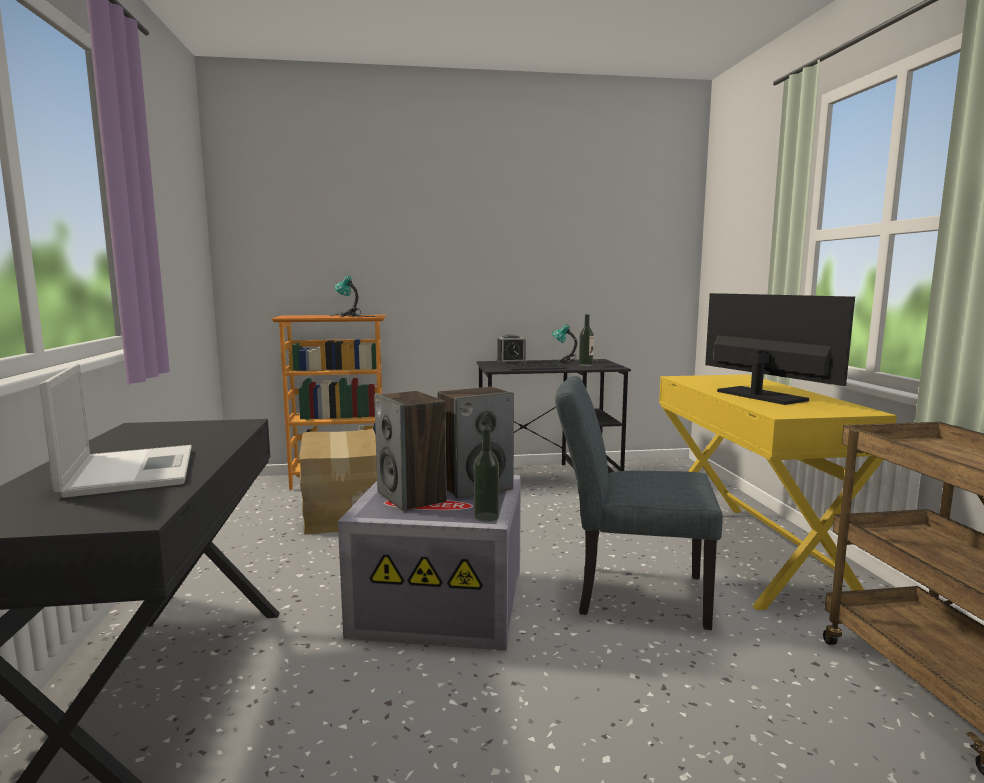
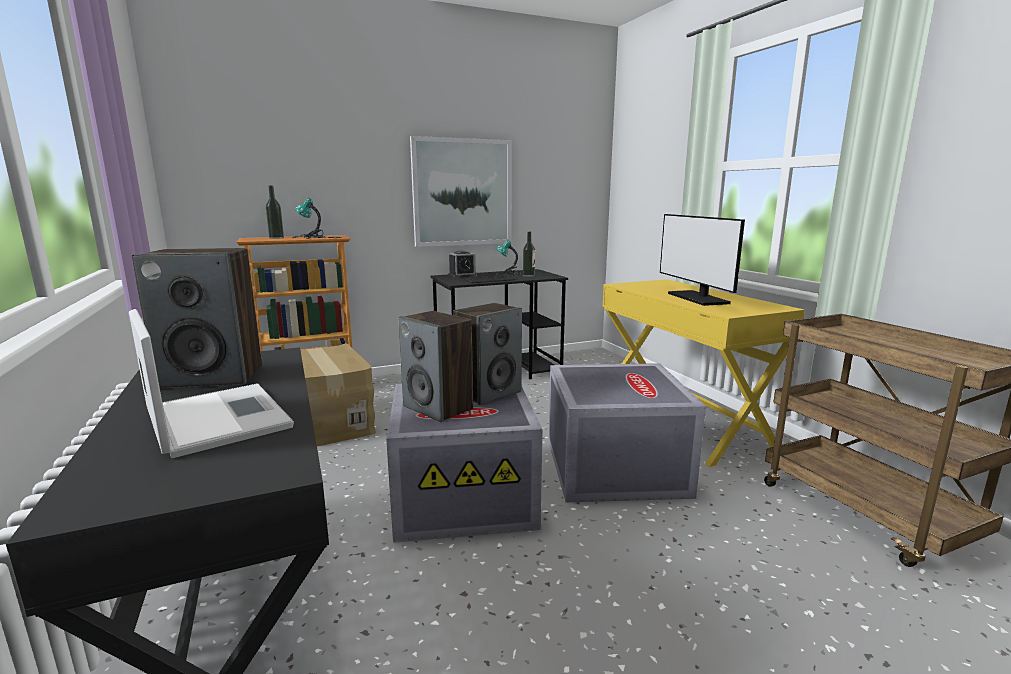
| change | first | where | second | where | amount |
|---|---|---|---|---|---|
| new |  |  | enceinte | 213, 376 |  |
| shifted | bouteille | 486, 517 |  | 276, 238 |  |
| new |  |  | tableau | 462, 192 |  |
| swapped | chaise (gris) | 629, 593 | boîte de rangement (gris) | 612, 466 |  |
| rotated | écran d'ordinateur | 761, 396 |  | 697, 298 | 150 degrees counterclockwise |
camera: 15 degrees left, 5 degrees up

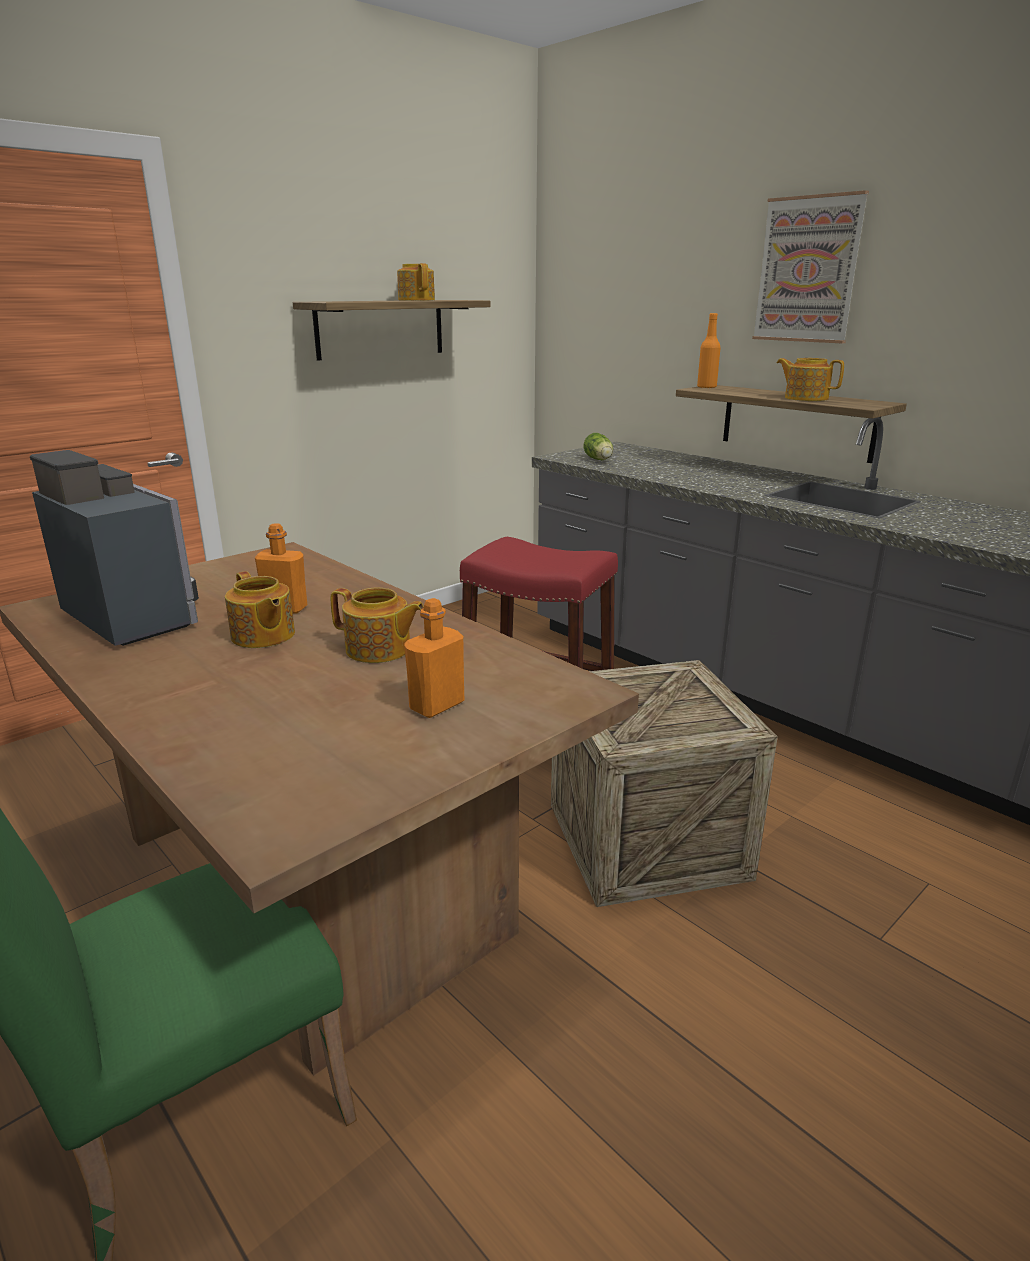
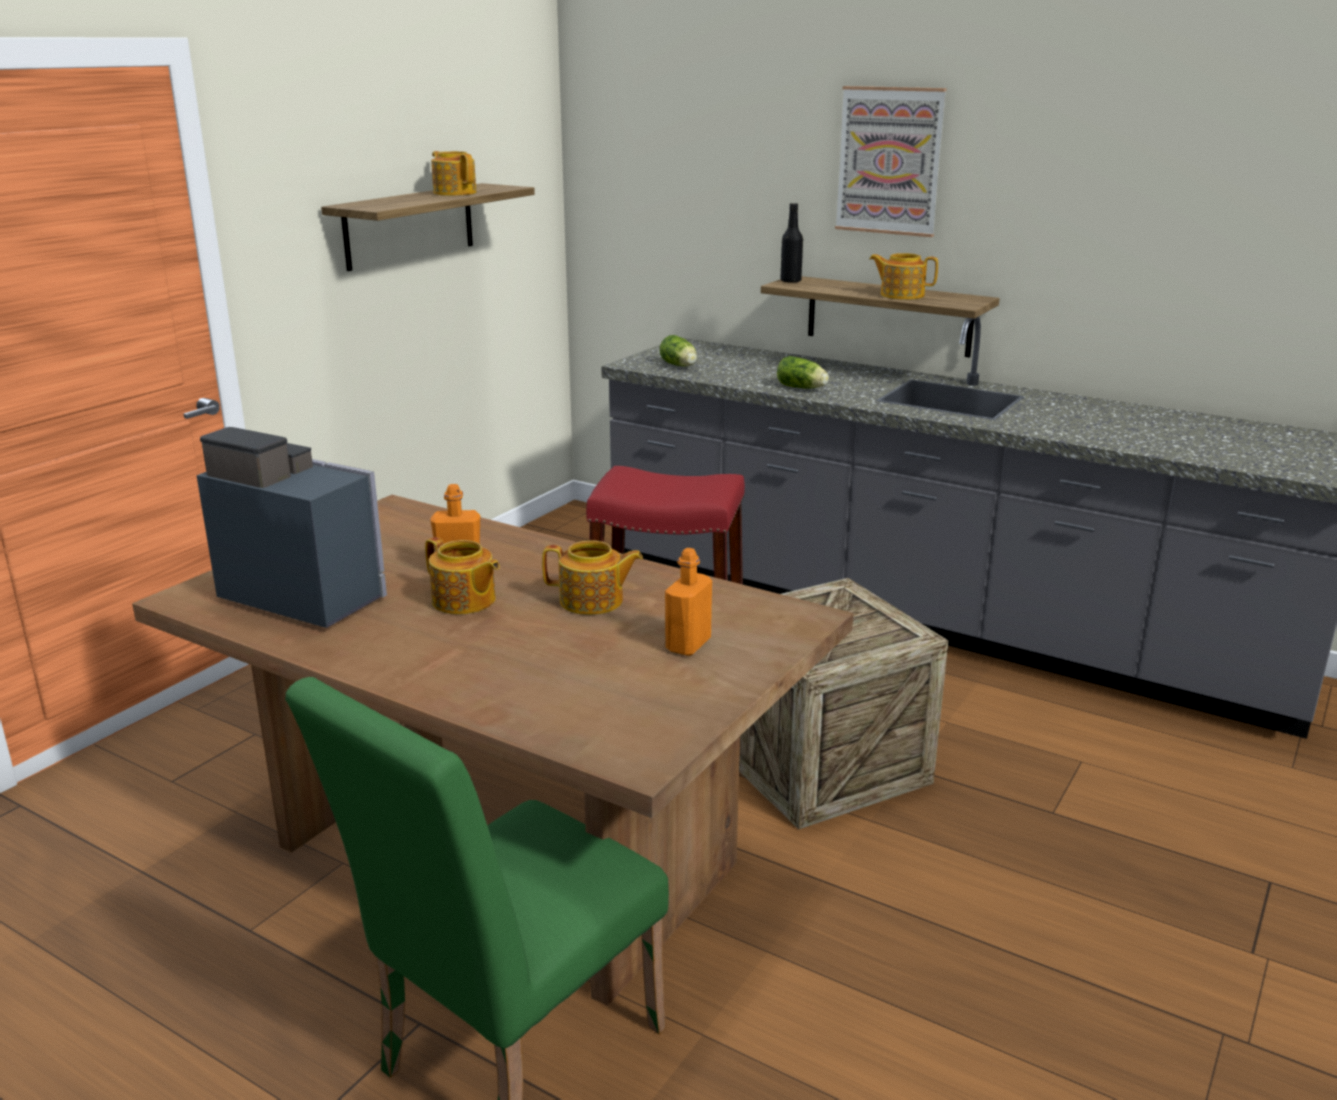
| change | first | where | second | where | amount |
|---|---|---|---|---|---|
| new |  |  | laitue | 803, 388 |  |
| repainted | bouteille (orange) | 706, 387 | bouteille (noir) | 790, 281 |  |
camera: 15 degrees left, 0 degrees up

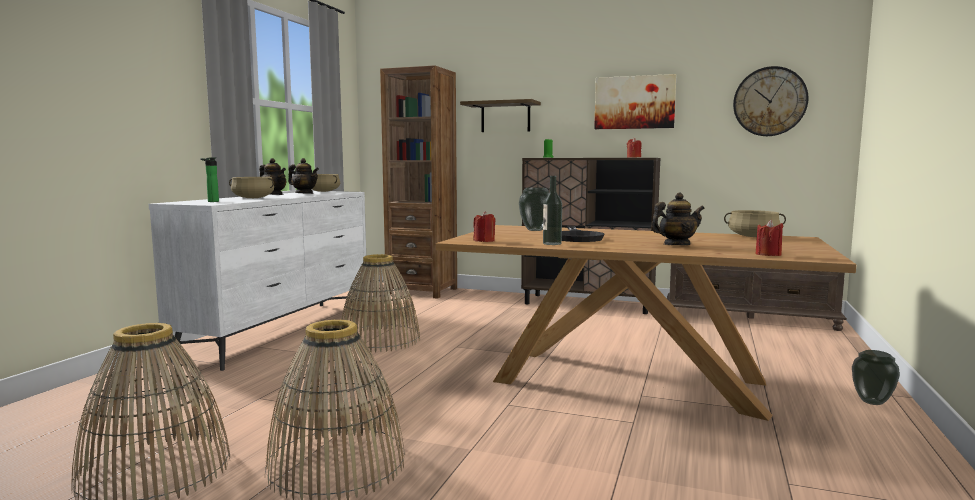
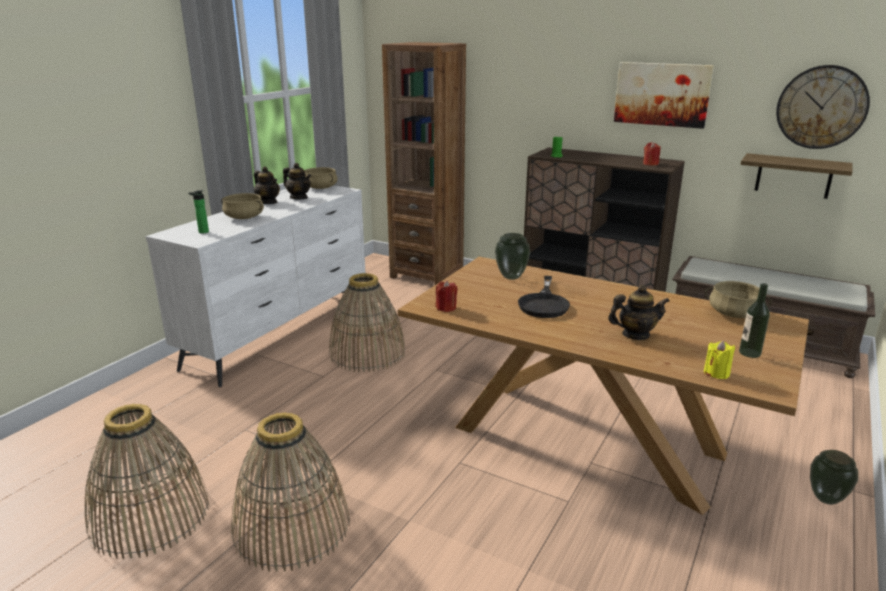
| change | first | where | second | where | amount |
|---|---|---|---|---|---|
| repainted | bougie (rouge) | 768, 255 | bougie (jaune) | 716, 373 |  |
| shifted | bouteille | 552, 243 |  | 749, 353 |  |
| shifted | étagère | 505, 117 |  | 793, 176 |  |
camera: 10 degrees right, 15 degrees up

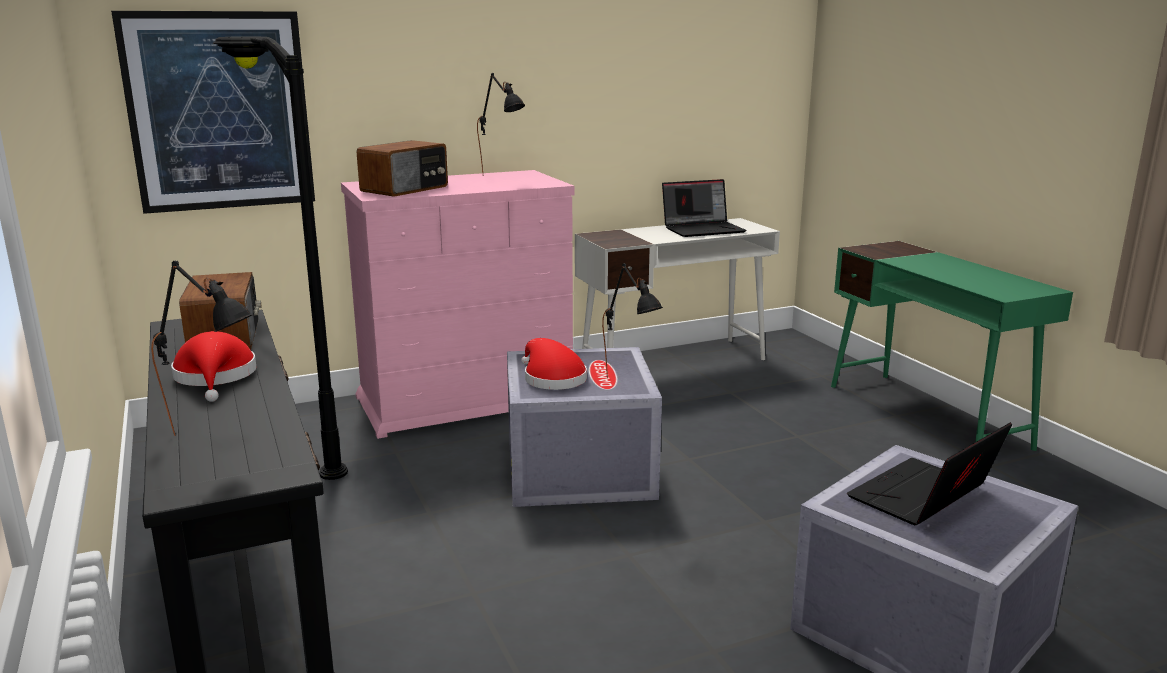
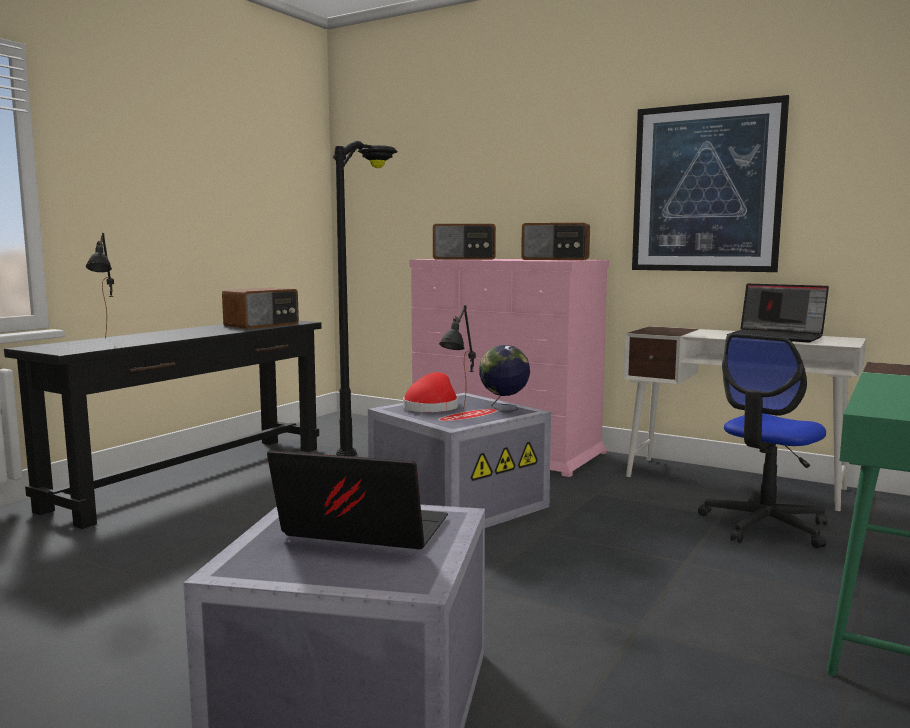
| change | first | where | second | where | amount |
|---|---|---|---|---|---|
| new |  |  | globe | 504, 409 |  |
| swapped | lampe de table (noir) | 502, 177 | radio | 556, 259 |  |
| shifted | tableau | 219, 112 |  | 706, 188 |  |
| new |  |  | chaise de bureau | 765, 526 |  |
| gone | chapeau (rouge) | 216, 377 |  |  |  |
camera: 55 degrees right, 10 degrees down

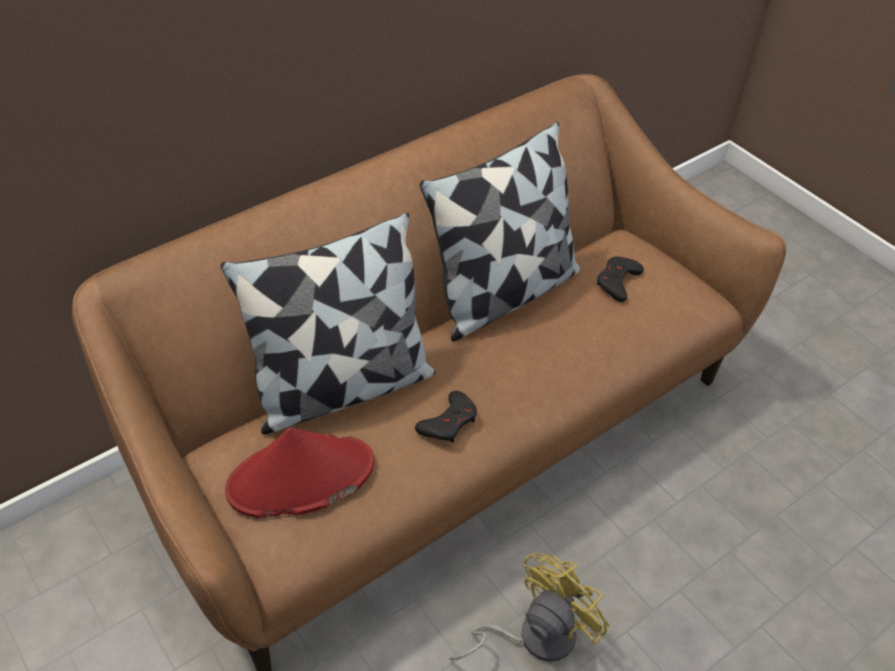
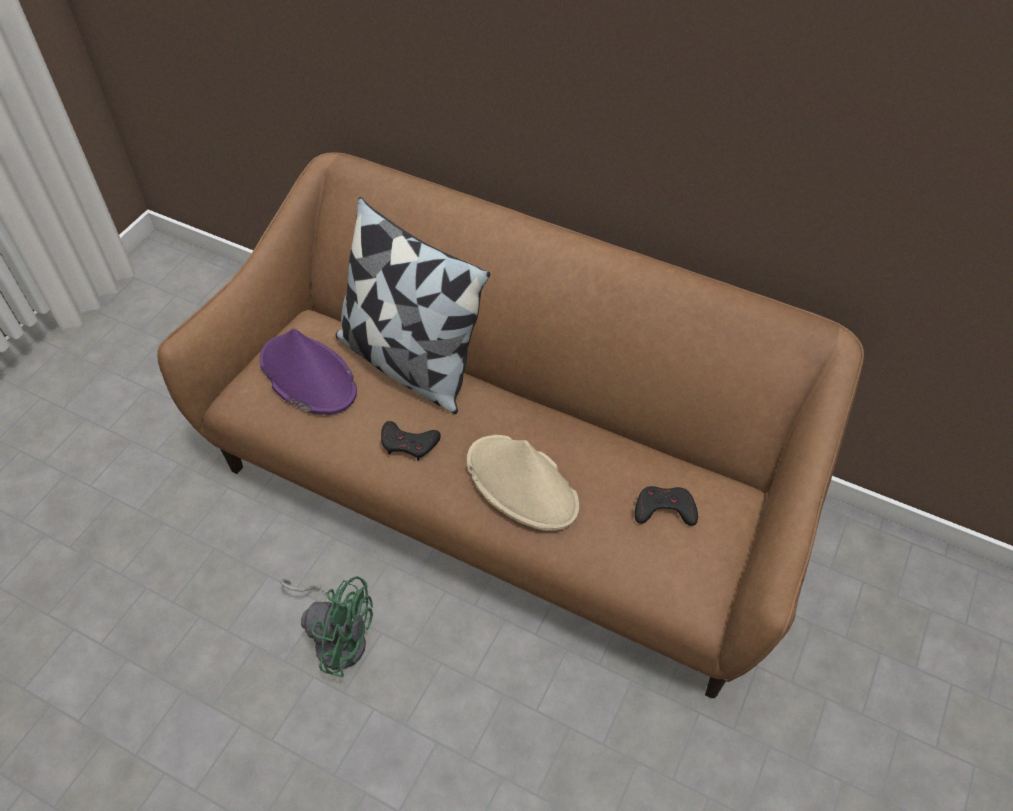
| change | first | where | second | where | amount |
|---|---|---|---|---|---|
| repainted | chapeau (rouge) | 300, 477 | chapeau (violet) | 307, 376 |  |
| repainted | ventilateur (jaune) | 534, 636 | ventilateur (vert) | 337, 636 |  |
| new |  |  | chapeau (beige) | 522, 484 |  |
| gone | coussin | 503, 293 |  |  |  |
camera: 65 degrees right, 5 degrees up

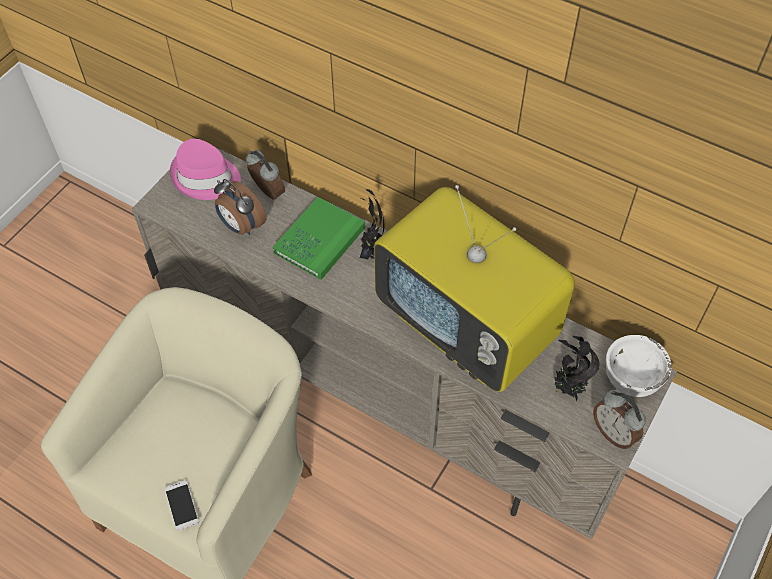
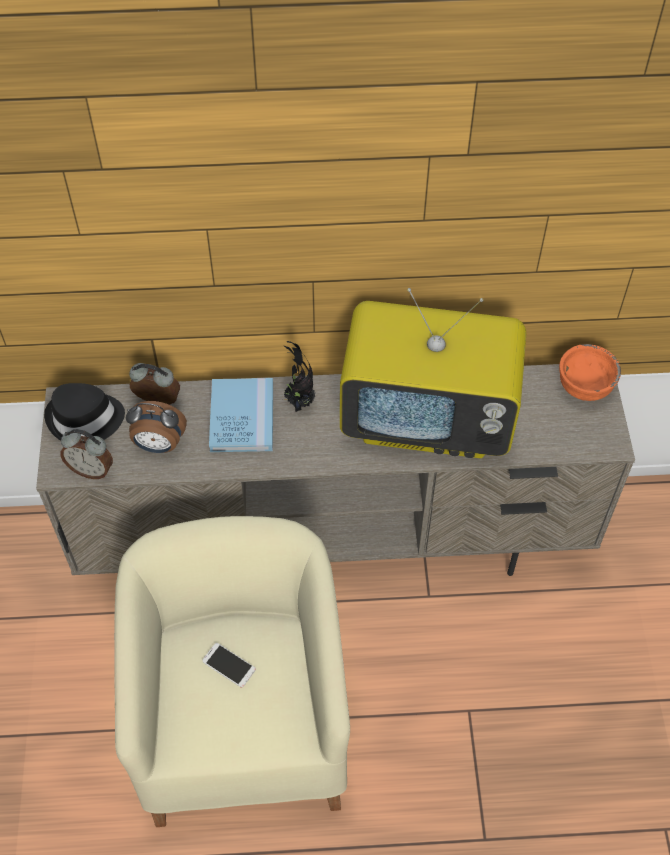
| change | first | where | second | where | amount |
|---|---|---|---|---|---|
| repainted | chapeau (rose) | 205, 177 | chapeau (noir) | 85, 419 |  |
| shifted | réveil | 614, 432 |  | 91, 469 |  |
| shifted | téléphone | 181, 505 |  | 229, 665 |  |
| repainted | livre (vert) | 319, 240 | livre (bleu) | 242, 417 |  |
| repainted | bol (blanc) | 632, 379 | bol (orange) | 585, 387 |  |
| gone | plante en pot | 567, 388 |  |  |  |
camera: 35 degrees left, 0 degrees up

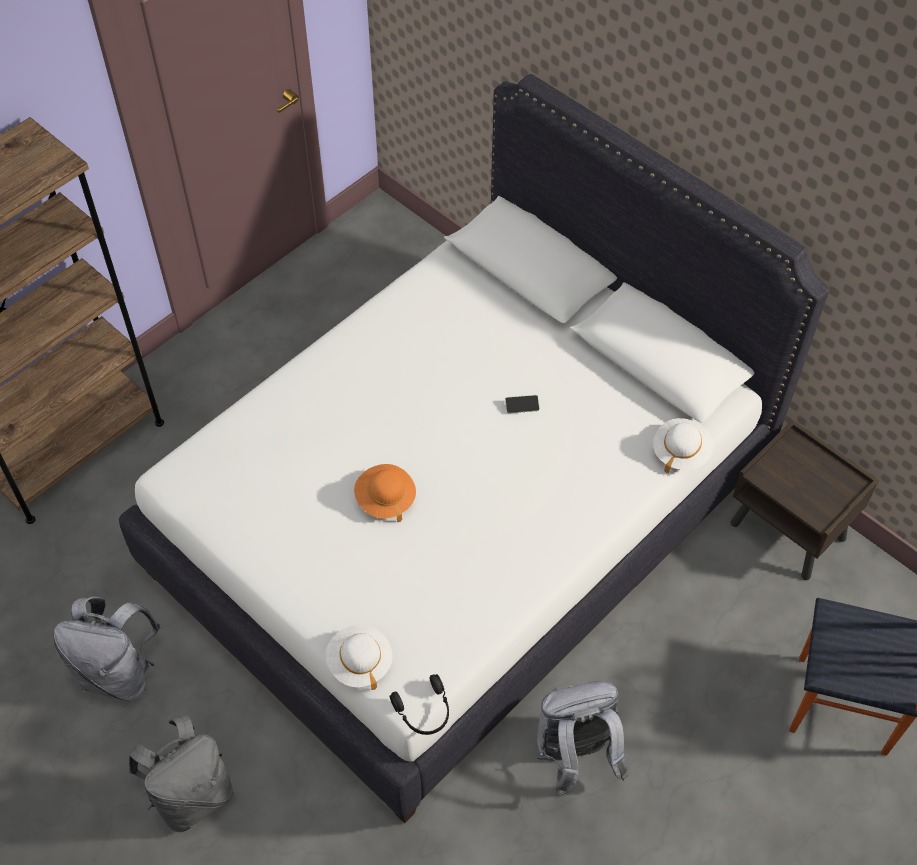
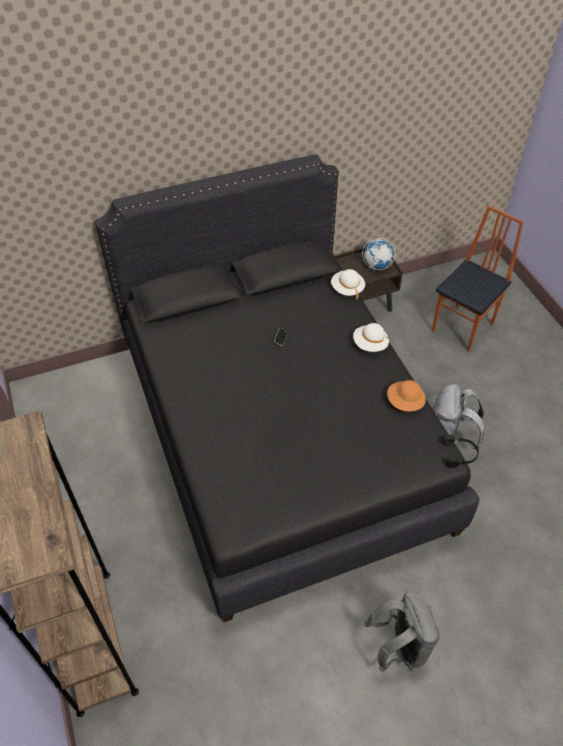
| change | first | where | second | where | amount |
|---|---|---|---|---|---|
| repainted | lit (blanc) | 458, 520 | lit (noir) | 280, 435 |  |
| shifted | chapeau (blanc) | 359, 662 |  | 370, 344 |  |
| new |  |  | globe | 376, 265 |  |
| shifted | chapeau (orange) | 385, 499 |  | 405, 402 |  |
| gone | sac à dos (gris) | 119, 672 |  |  |  |
camera: 65 degrees left, 5 degrees down

